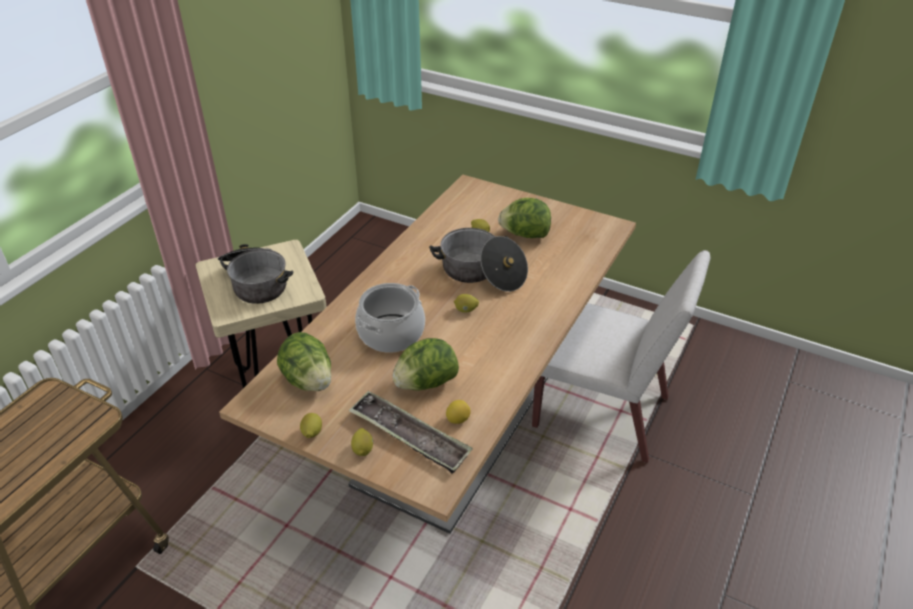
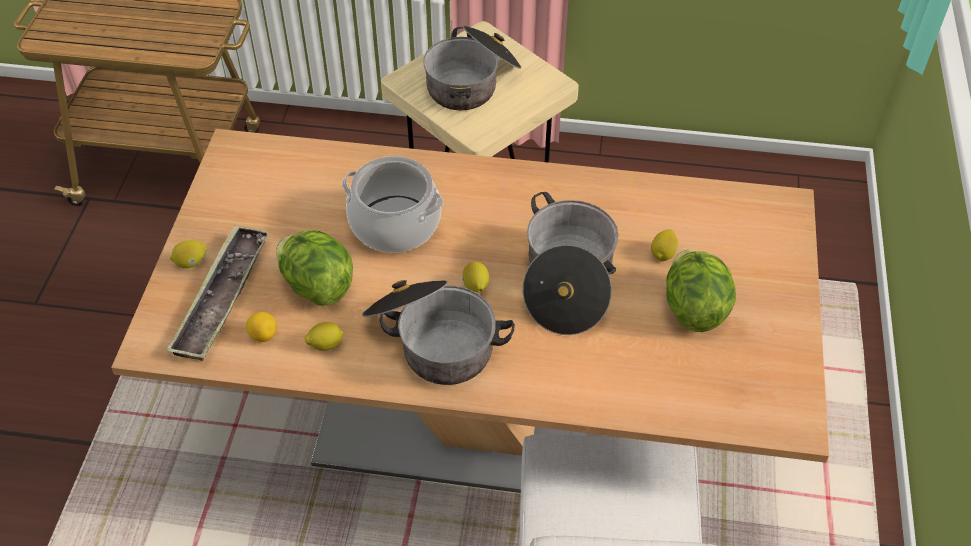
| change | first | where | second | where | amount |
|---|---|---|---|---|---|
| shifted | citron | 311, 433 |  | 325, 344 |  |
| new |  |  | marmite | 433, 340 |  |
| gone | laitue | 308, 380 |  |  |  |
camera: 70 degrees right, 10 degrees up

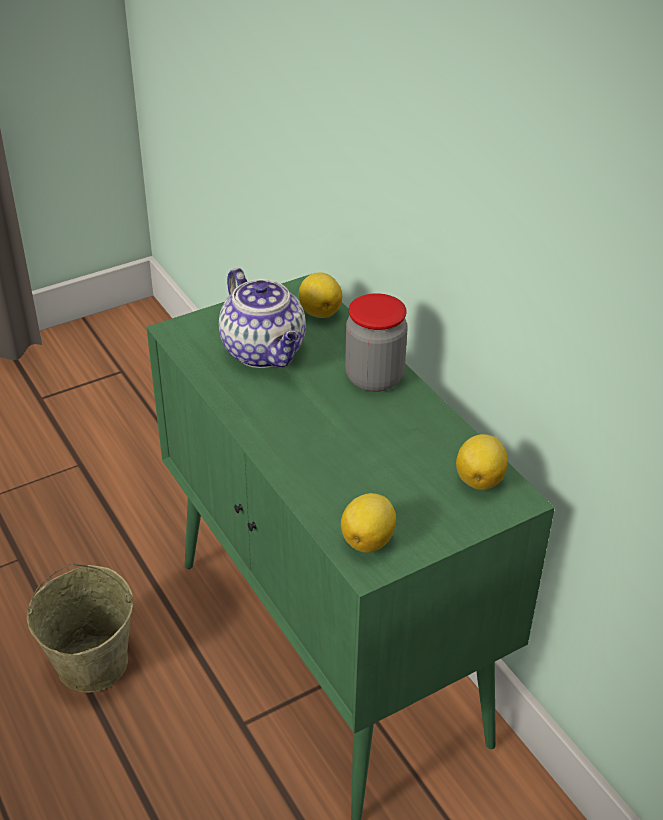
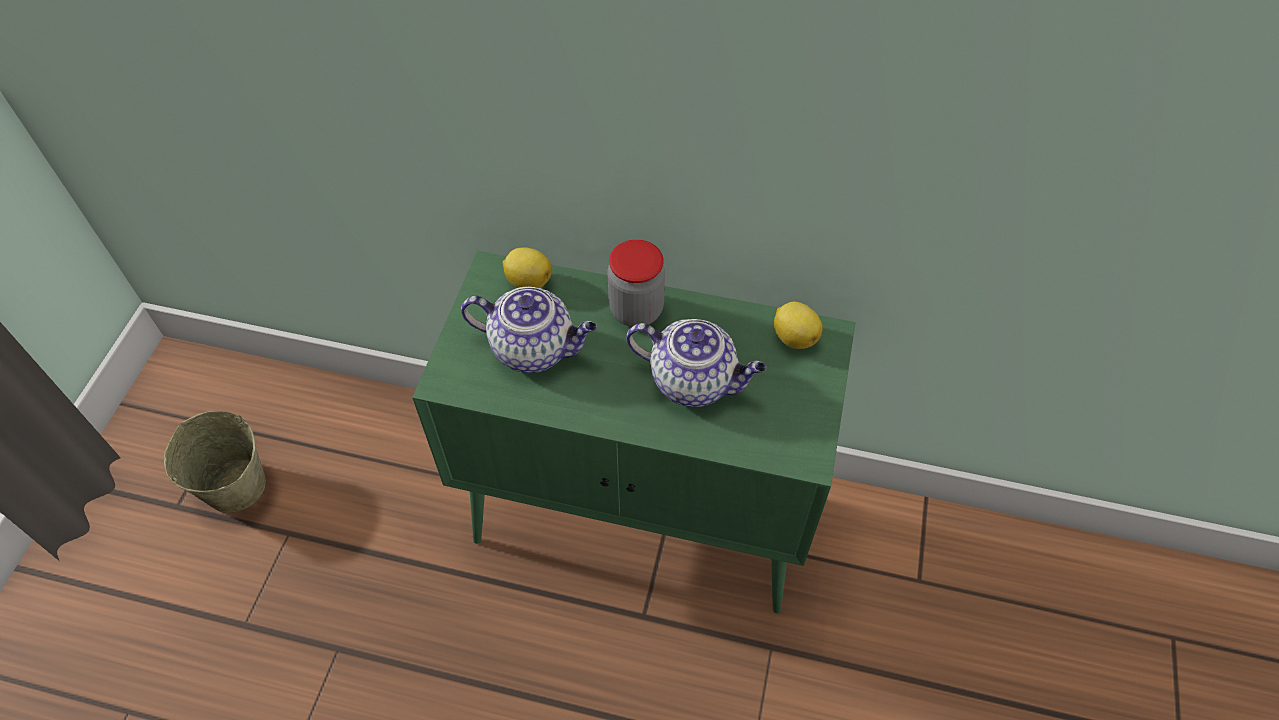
| change | first | where | second | where | amount |
|---|---|---|---|---|---|
| shifted | seau (beige) | 93, 662 |  | 235, 485 |  |
| new |  |  | théière | 694, 381 |  |
| gone | citron | 369, 540 |  |  |  |
camera: 45 degrees left, 15 degrees up

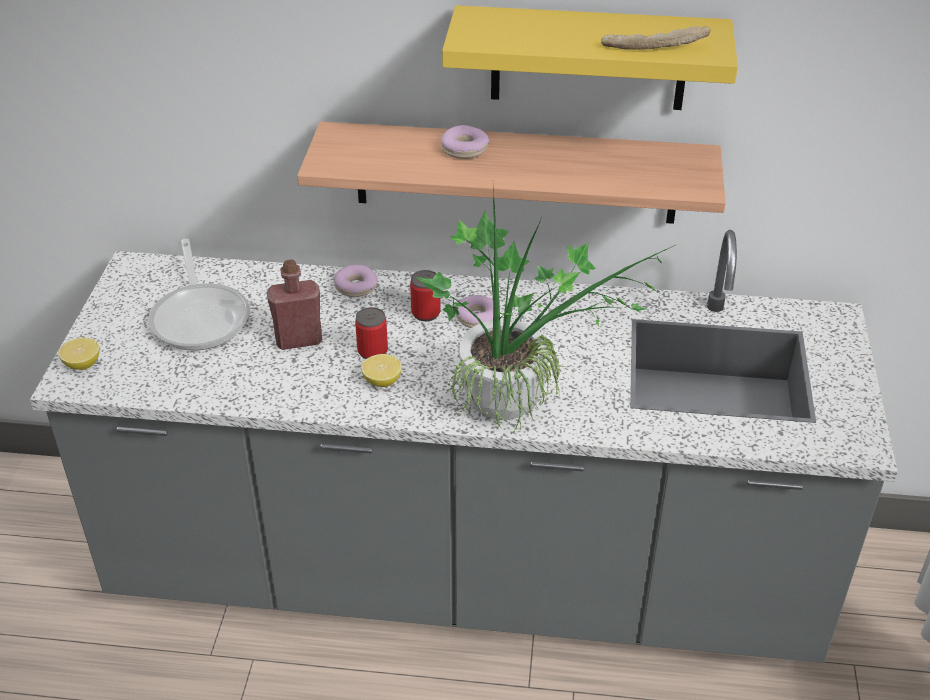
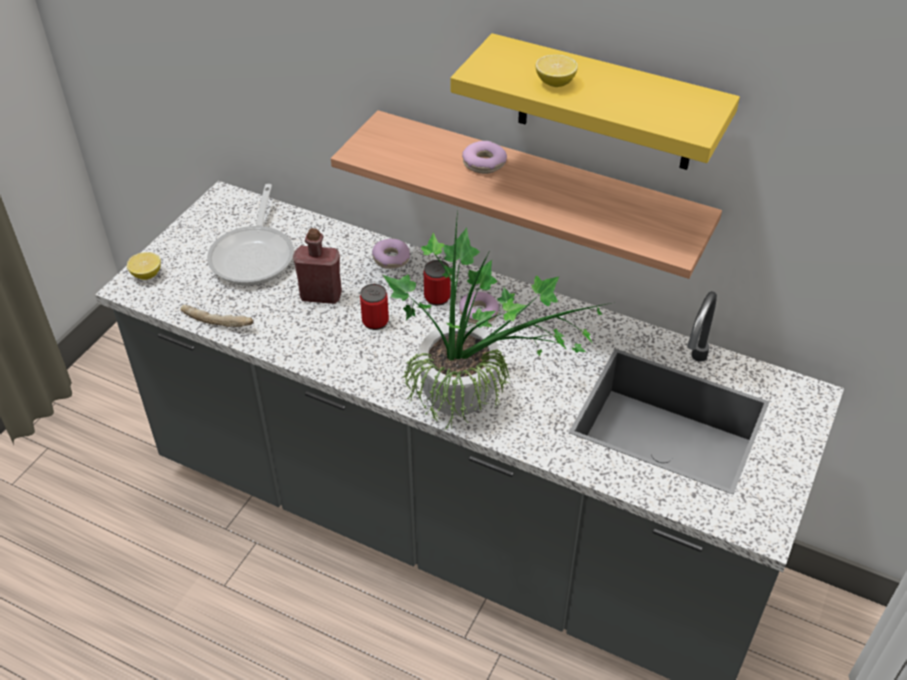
| change | first | where | second | where | amount |
|---|---|---|---|---|---|
| shifted | pain | 654, 47 |  | 217, 321 |  |
| shifted | citron | 382, 381 |  | 555, 82 |  |
camera: 20 degrees right, 5 degrees up

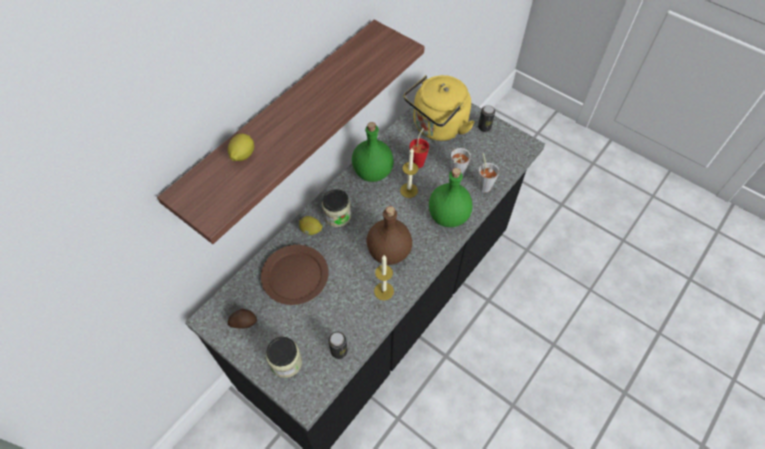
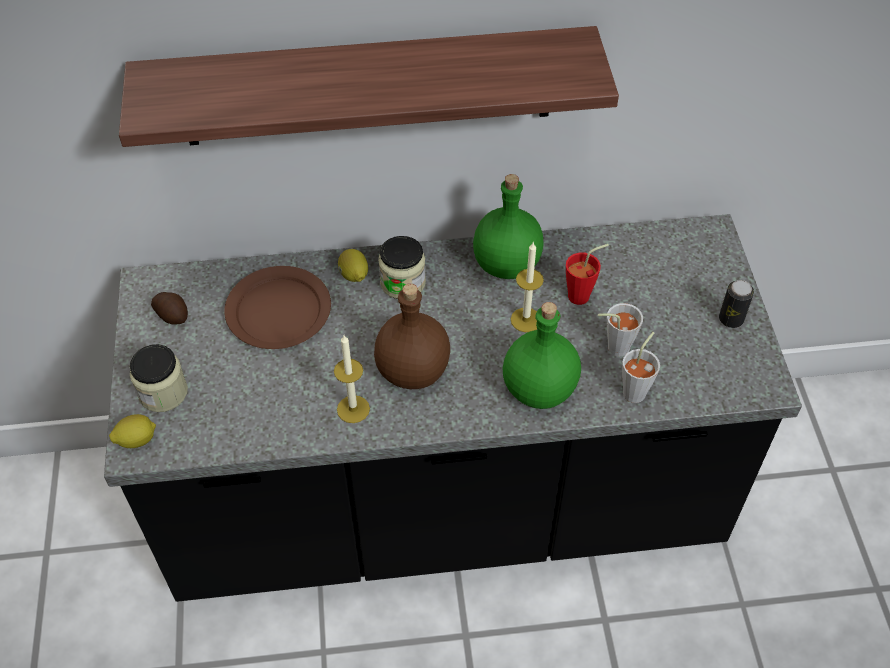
| change | first | where | second | where | amount |
|---|---|---|---|---|---|
| shifted | citron | 242, 155 |  | 137, 440 |  |
| gone | boîte métallique | 339, 351 |  |  |  |
| gone | bouilloire (jaune) | 437, 127 |  |  |  |
camera: 45 degrees right, 5 degrees down

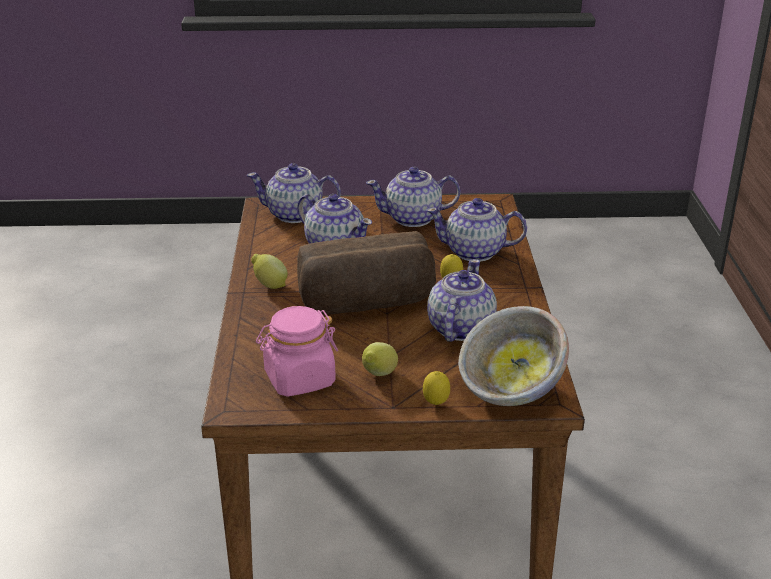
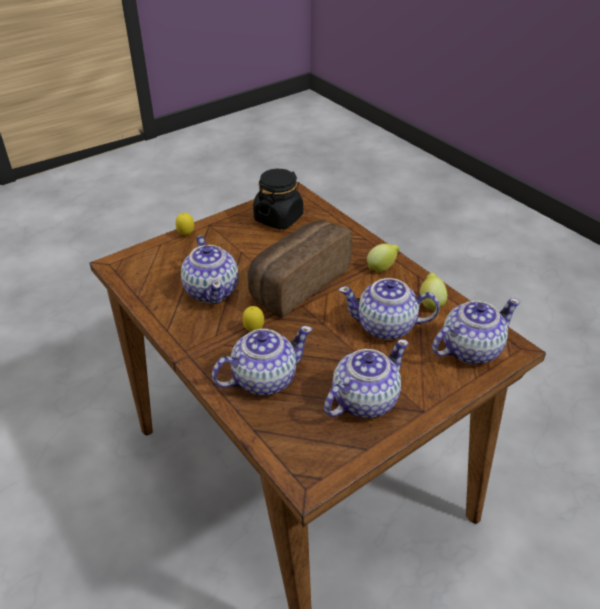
| change | first | where | second | where | amount |
|---|---|---|---|---|---|
| repainted | bocal (rose) | 299, 379 | bocal (noir) | 278, 218 |  |
| shifted | citron | 378, 375 |  | 431, 303 |  |
| gone | bol | 511, 391 |  |  |  |
camera: 145 degrees right, 10 degrees up

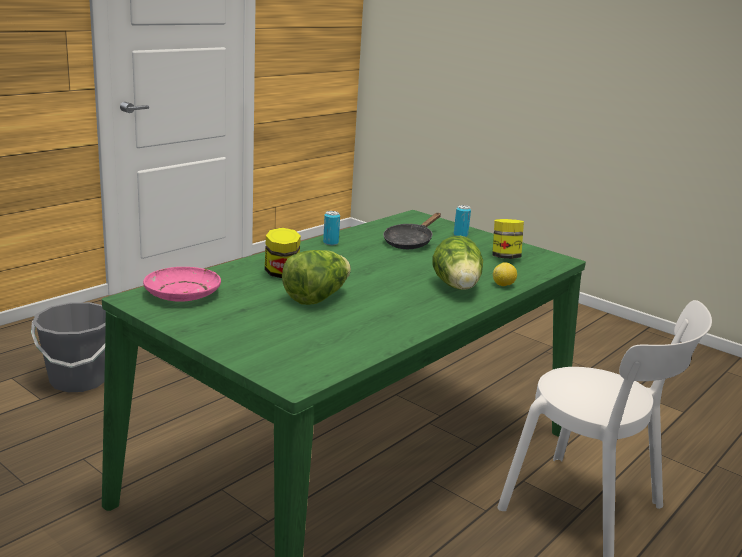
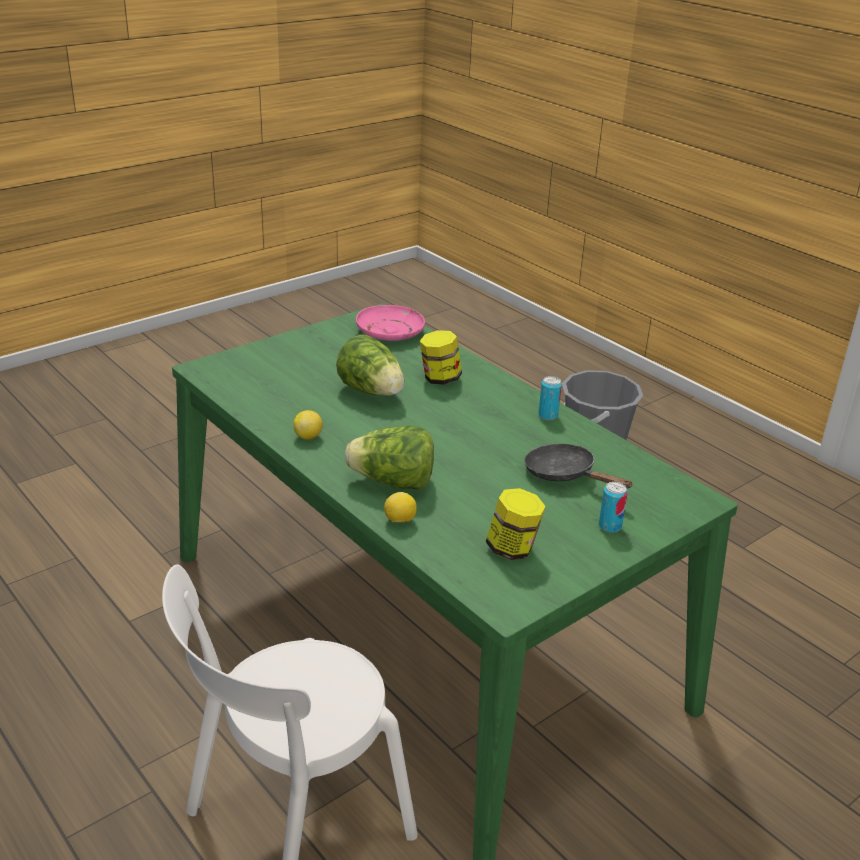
| change | first | where | second | where | amount |
|---|---|---|---|---|---|
| new |  |  | citron | 308, 436 |  |
camera: 100 degrees right, 10 degrees up

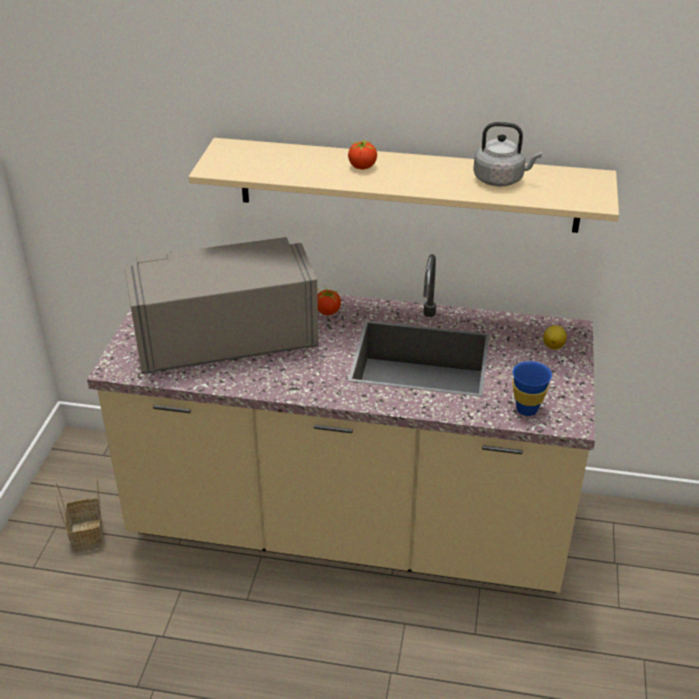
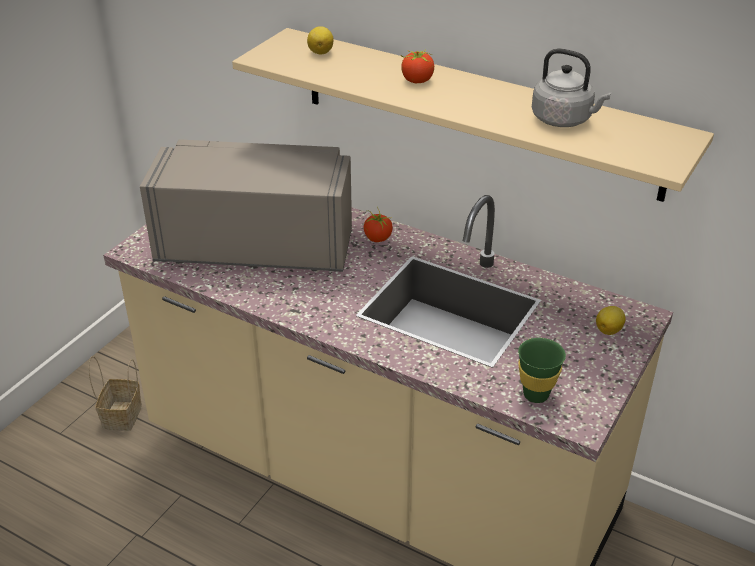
| change | first | where | second | where | amount |
|---|---|---|---|---|---|
| new |  |  | citron | 321, 52 |  |
| repainted | tasse (bleu) | 527, 409 | tasse (vert) | 536, 394 |  |
camera: 20 degrees right, 0 degrees up

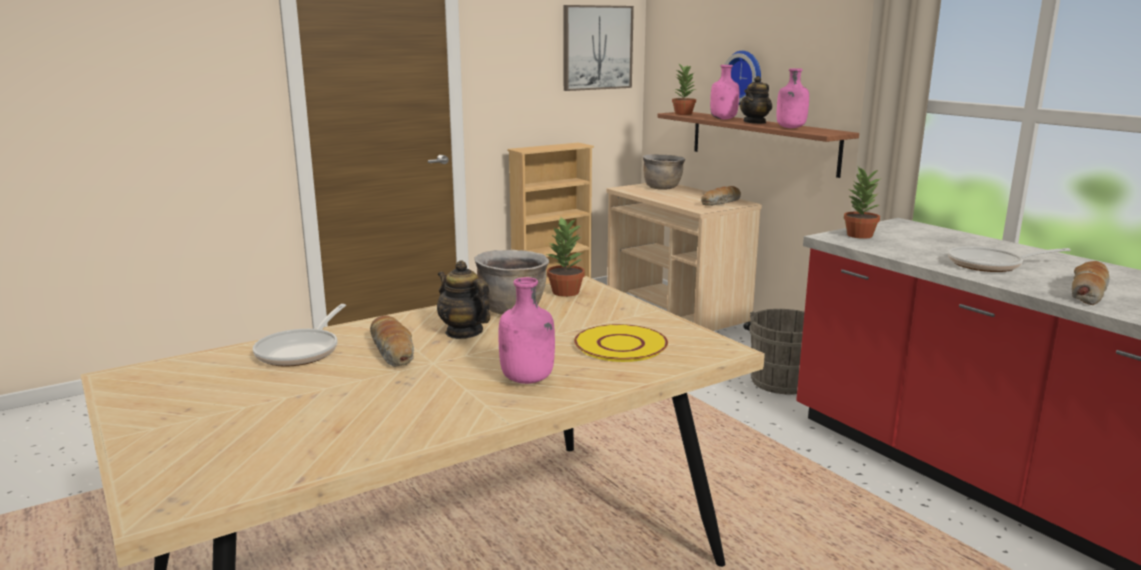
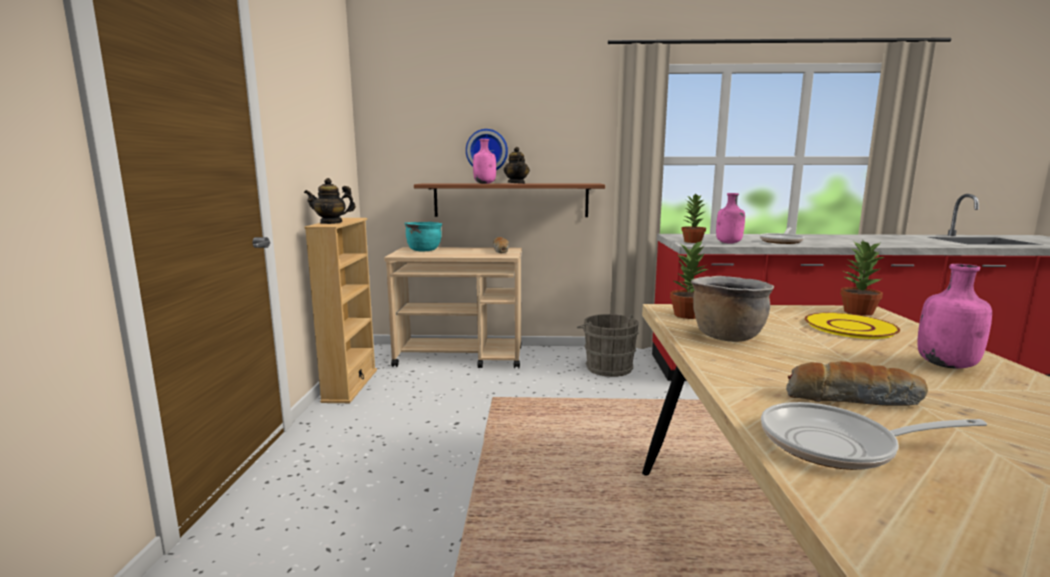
| change | first | where | second | where | amount |
|---|---|---|---|---|---|
| shifted | théière | 464, 332 |  | 331, 222 |  |
| repainted | marmite (marron) | 662, 188 | marmite (turquoise) | 424, 250 |  |
| shifted | bouteille (rose) | 790, 128 |  | 729, 243 |  |
| rotated | poêle | 302, 351 |  | 837, 445 | 135 degrees clockwise |
| shifted | plante en pot | 683, 114 |  | 857, 312 |  |
| gone | tableau | 597, 47 |  |  |  |
| gone | pain | 1087, 292 |  |  |  |
camera: 55 degrees left, 5 degrees down

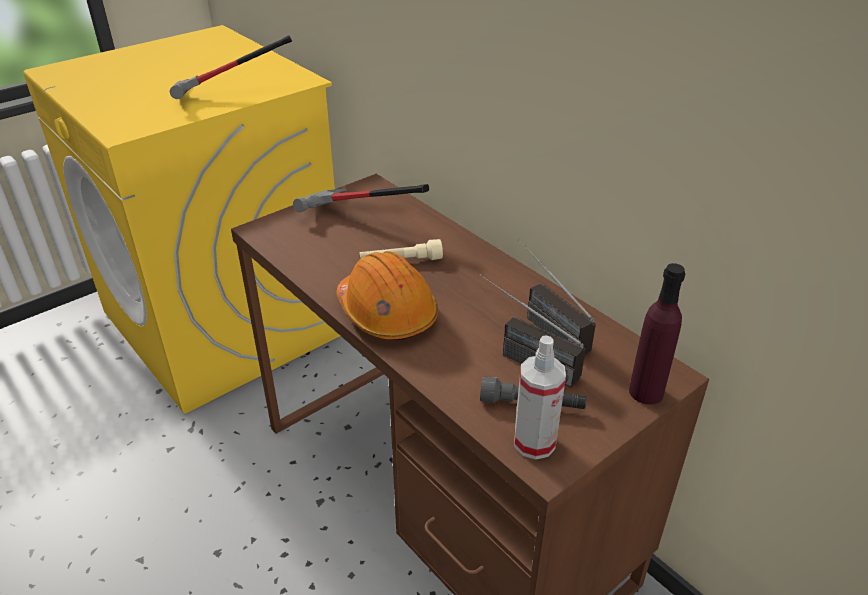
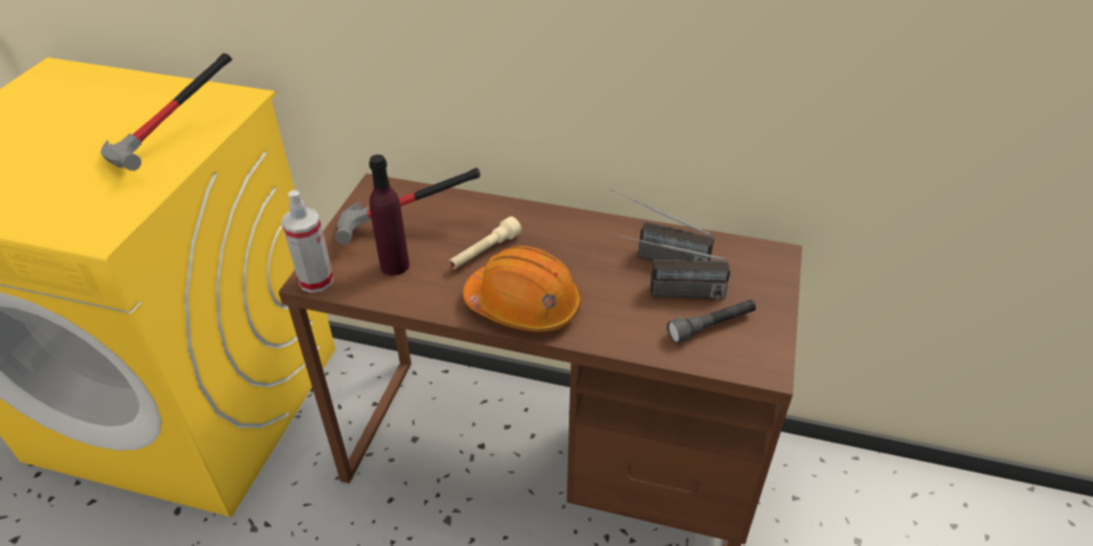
| change | first | where | second | where | amount |
|---|---|---|---|---|---|
| shifted | vaporisateur | 534, 443 |  | 316, 281 |  |
| shifted | bouteille (violet) | 646, 392 |  | 395, 265 |  |
camera: 35 degrees left, 5 degrees up

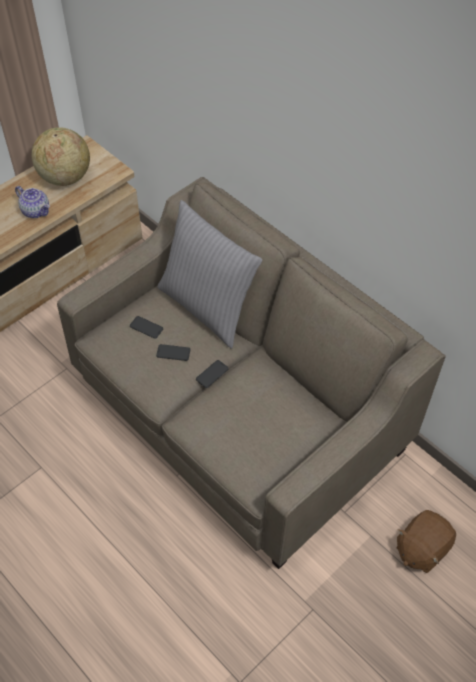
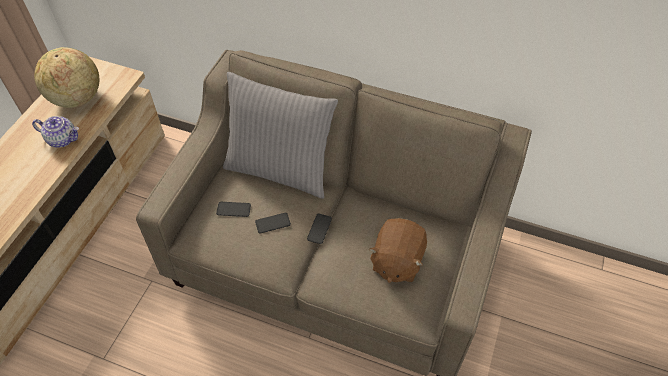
| change | first | where | second | where | amount |
|---|---|---|---|---|---|
| shifted | peluche (marron) | 421, 548 |  | 396, 261 |  |
camera: 25 degrees left, 0 degrees up

